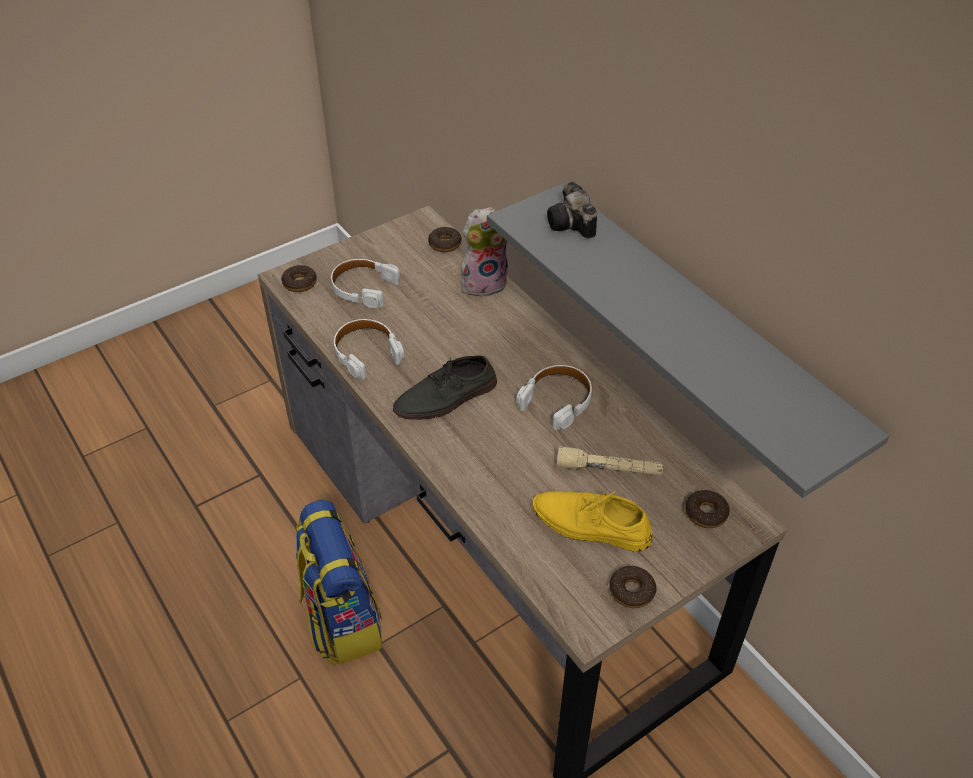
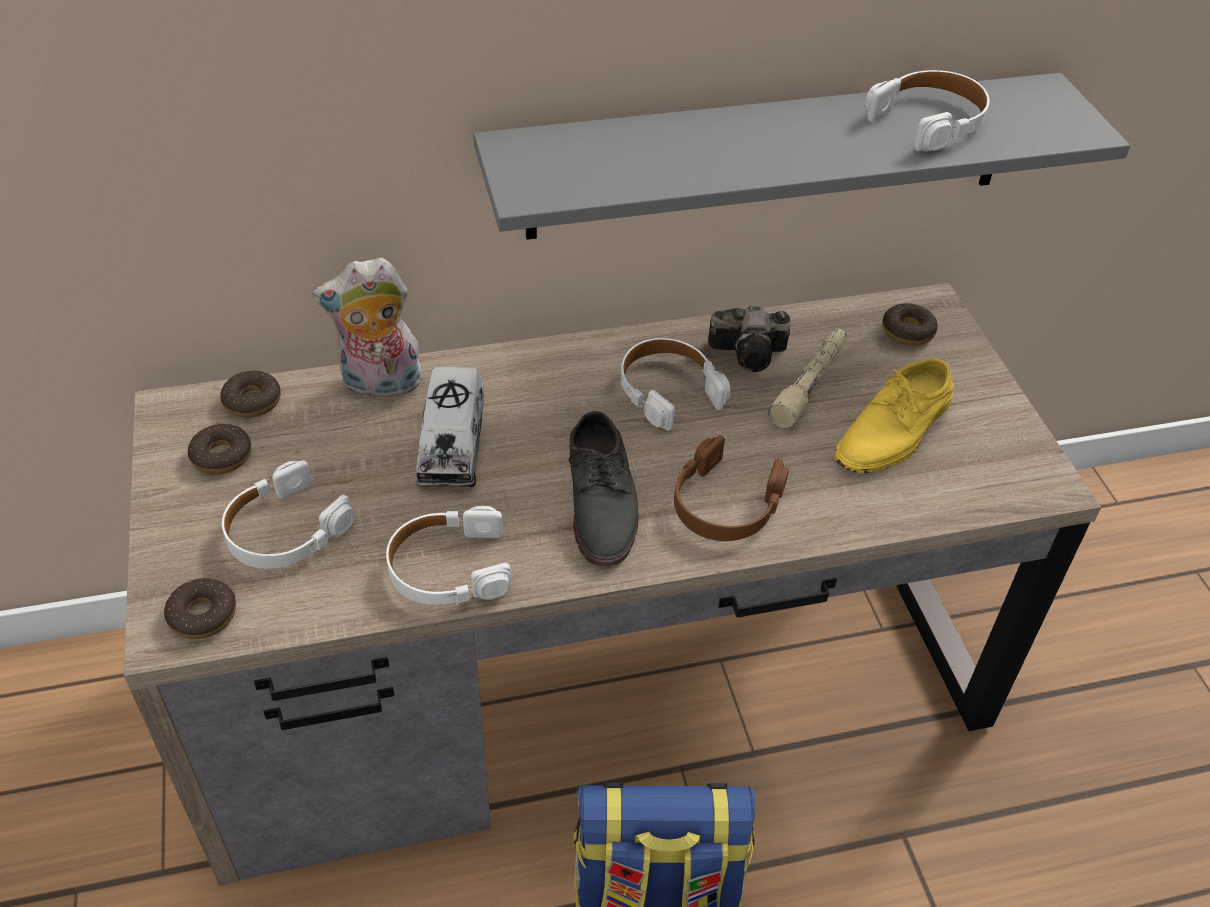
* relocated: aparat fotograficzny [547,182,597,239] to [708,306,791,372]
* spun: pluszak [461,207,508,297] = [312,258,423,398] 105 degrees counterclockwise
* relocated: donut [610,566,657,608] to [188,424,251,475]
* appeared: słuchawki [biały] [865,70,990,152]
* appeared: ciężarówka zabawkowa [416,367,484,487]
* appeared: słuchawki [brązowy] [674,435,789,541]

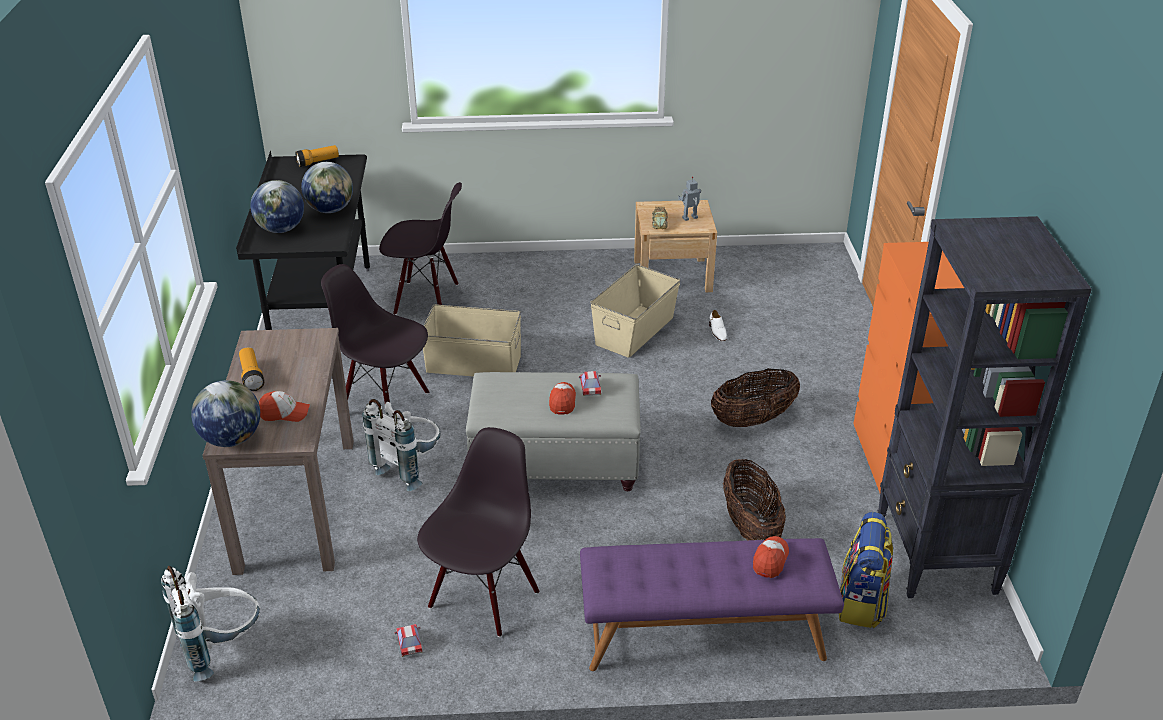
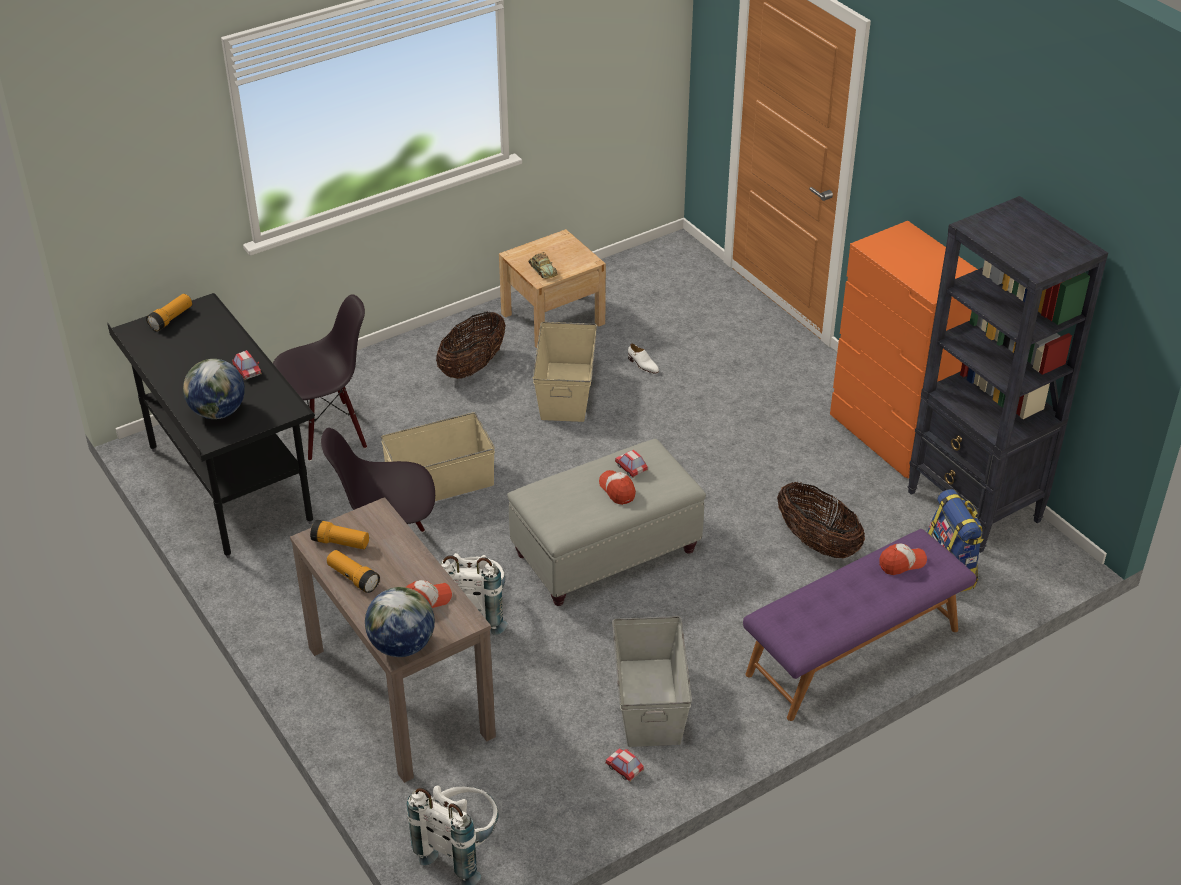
* exchanged: globus [301,162,353,213] to samochodzik [232,350,262,380]
* missing: robot zabawkowy [678,176,701,221]
* relocated: koszyk [711,368,800,427] to [436,311,506,379]
* exchanged: krzesło [czarny] [417,427,540,637] to pojemnik do przechowywania [szary] [612,616,692,747]
* spun: czapka z daszkiem [753,536,789,578] = [879,543,927,575] 75 degrees clockwise
* appeared: latarka [310,520,369,549]

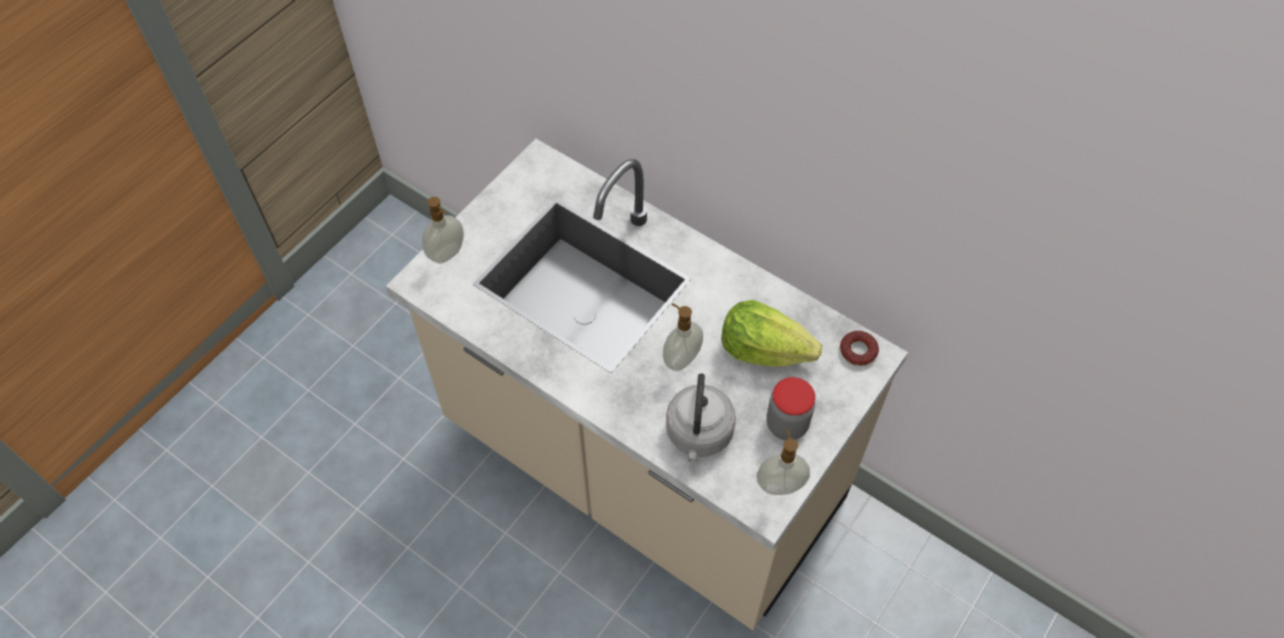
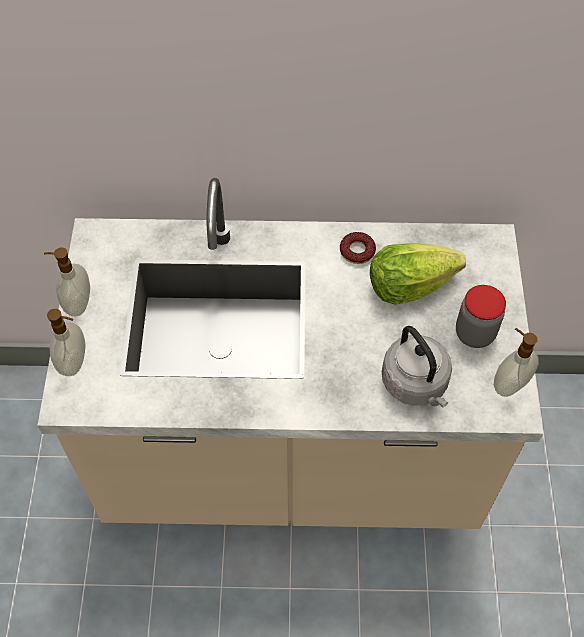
* relocated: dozownik mydła [663,303,703,371] to [44,248,90,316]
* relocated: donut [840,331,879,366] to [340,232,376,264]

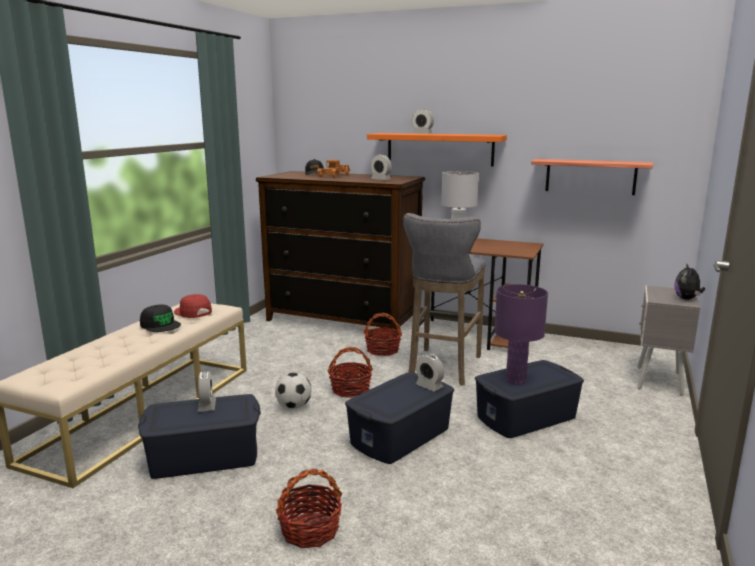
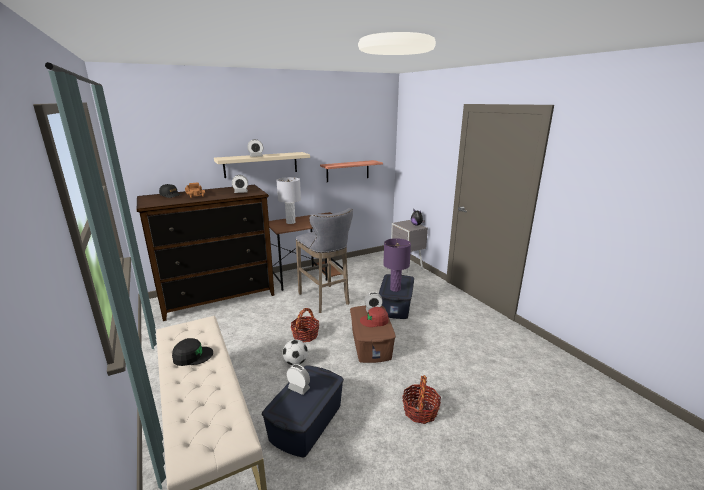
* colour: półka [pomarańczowy] [367,133,507,166] to półka [beżowy] [214,152,310,178]
* relocated: czapka z daszkiem [czerwony] [174,294,212,318] to [360,307,388,327]
* missing: koszyk [363,313,402,356]
* colour: pojemnik do przechowywania [niebieski] [345,372,454,464] to pojemnik do przechowywania [brązowy] [350,306,396,363]

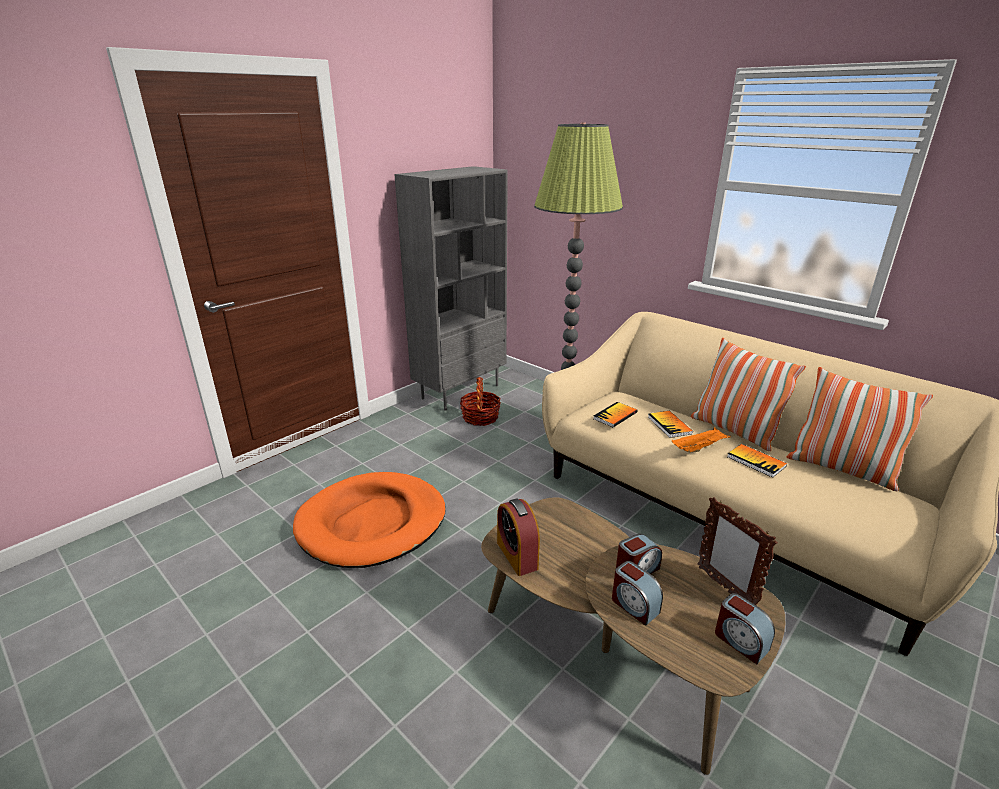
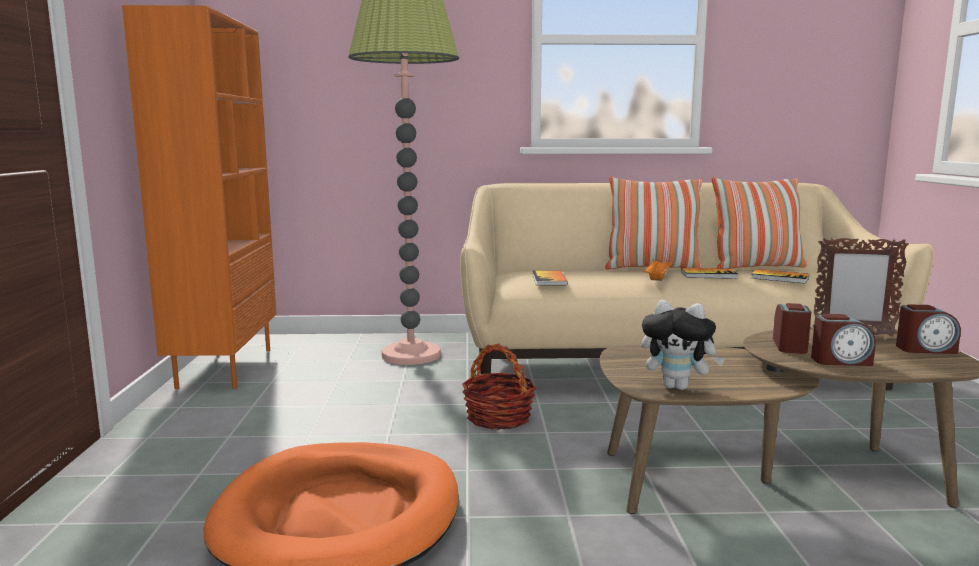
* colour: regał [szary] [394,166,508,410] to regał [pomarańczowy] [122,5,276,389]
* relocated: koszyk [460,377,501,426] to [462,343,536,430]
* relocated: książka [648,411,693,438] to [751,269,809,284]
* exchanged: budzik [497,498,540,576] to pluszak [641,300,725,390]

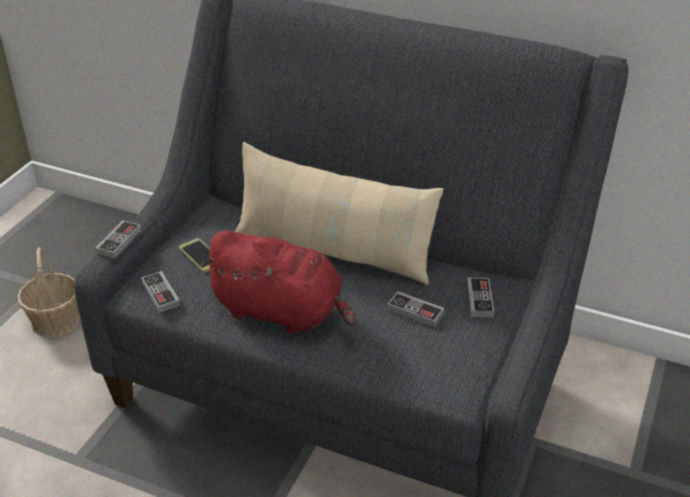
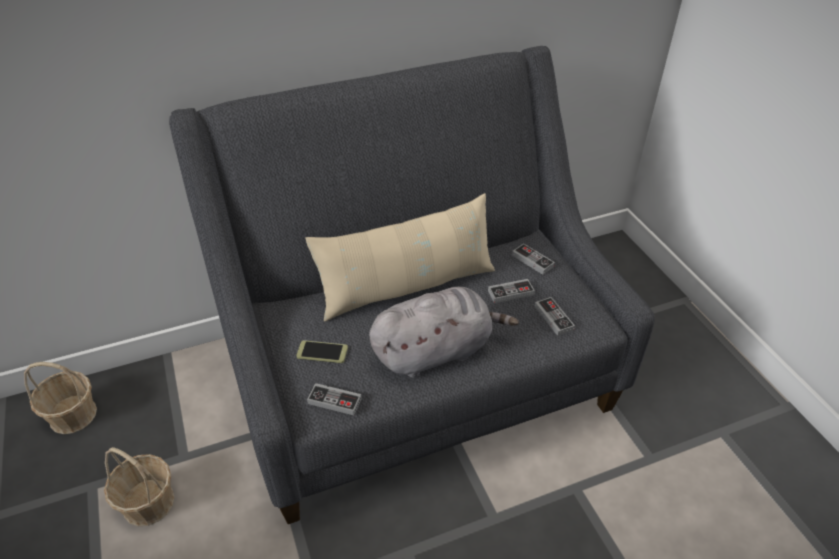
* relocated: pad do gier [95,220,141,258] to [535,297,575,336]
* colour: pluszak [czerwony] [201,231,357,334] to pluszak [szary] [369,287,519,378]
* appeared: koszyk [24,362,97,434]

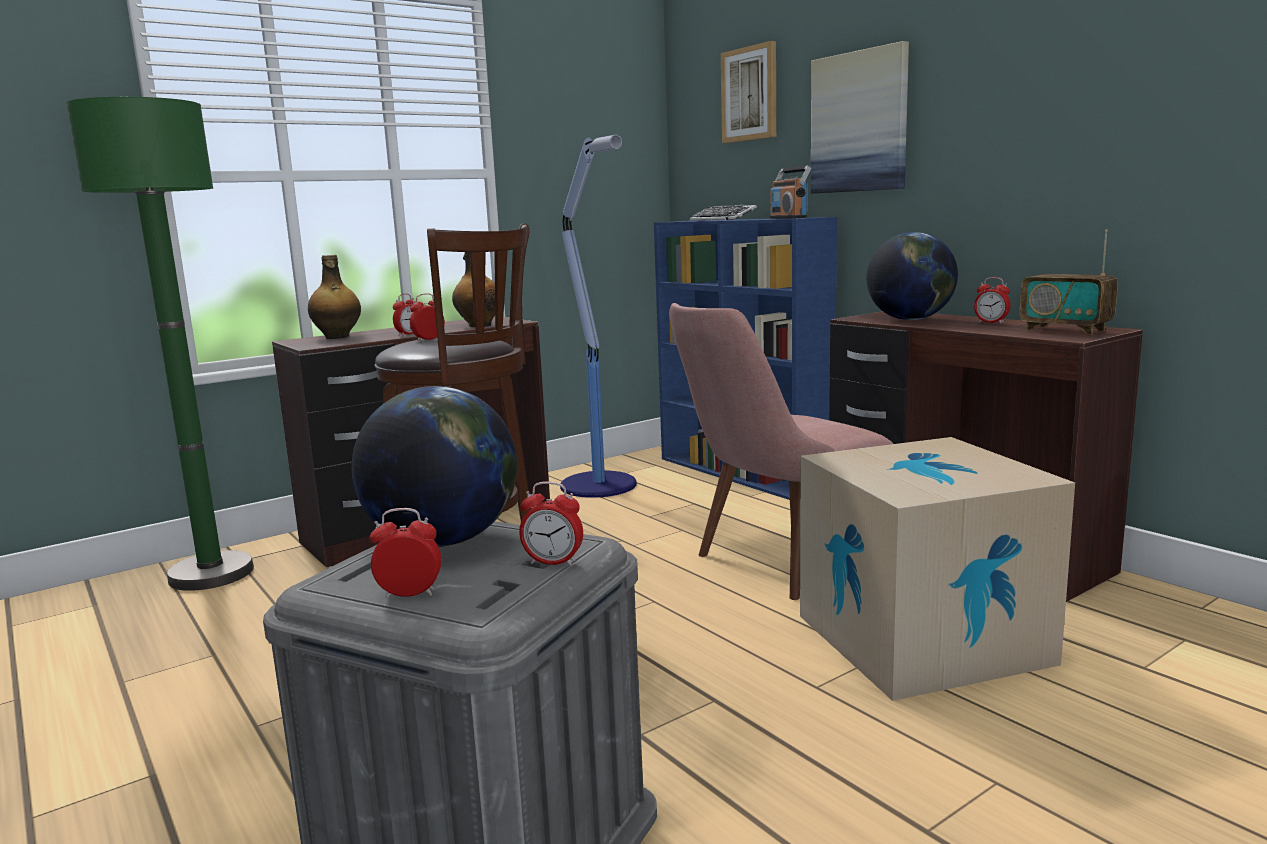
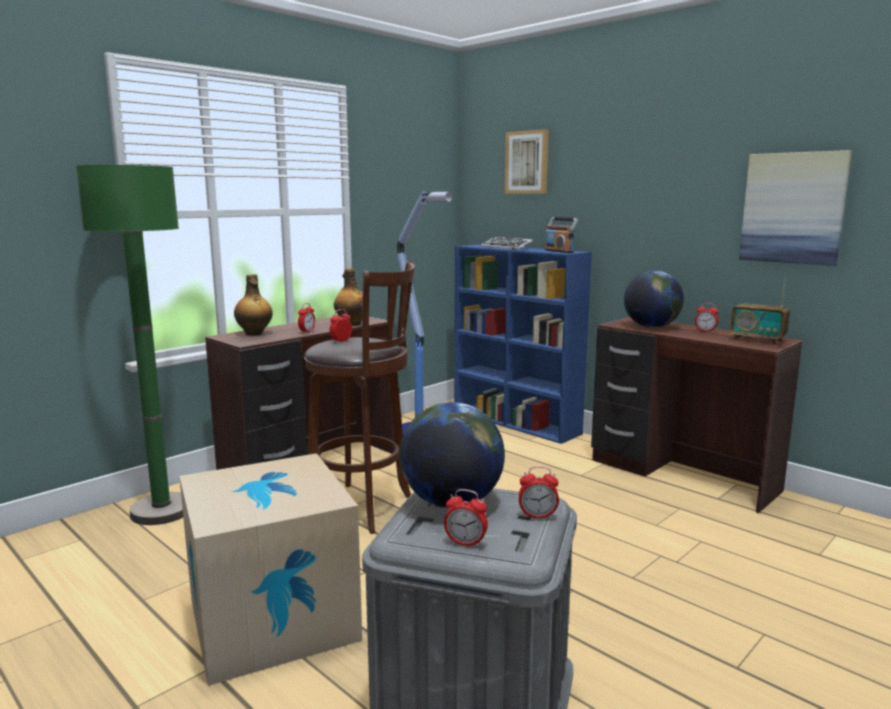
* relocated: obraz [811,41,909,194] to [739,150,852,266]
* missing: krzesło [różowy] [669,303,893,600]
* relocated: karton [800,437,1075,701] to [179,453,362,686]
* spun: budzik [370,508,442,598] = [444,489,488,547] 150 degrees counterclockwise

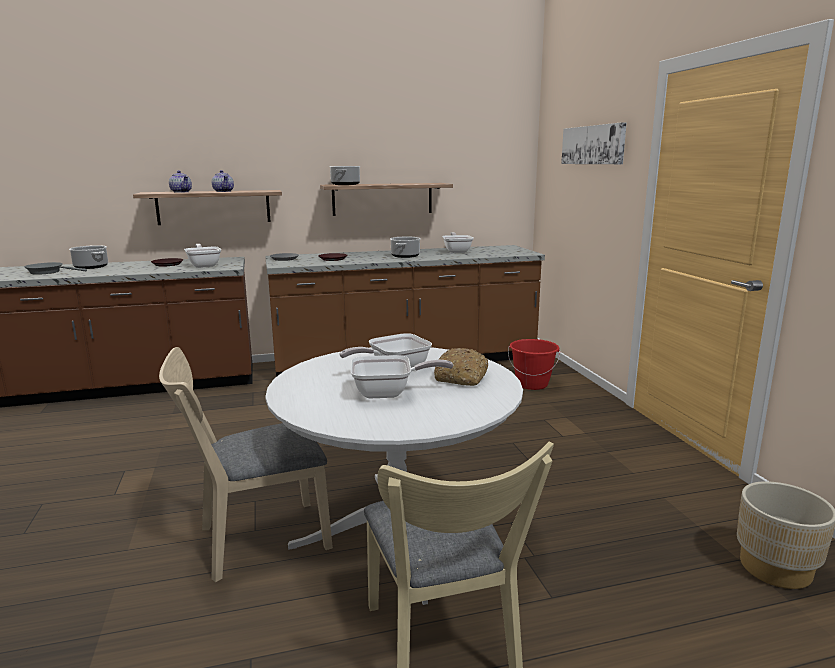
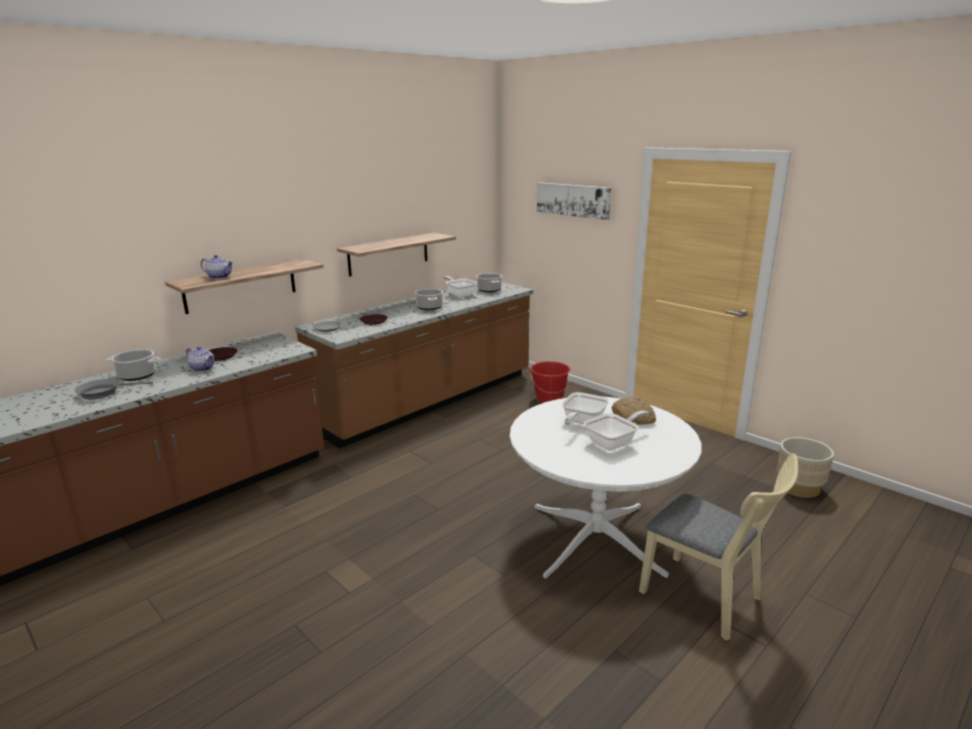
* relocated: garnek [329,166,360,185] to [476,273,502,293]
* relocated: imbryk [212,170,234,192] to [186,346,214,372]
* missing: patelnia [184,244,221,268]
* missing: krzesło [beżowy] [159,347,333,582]

